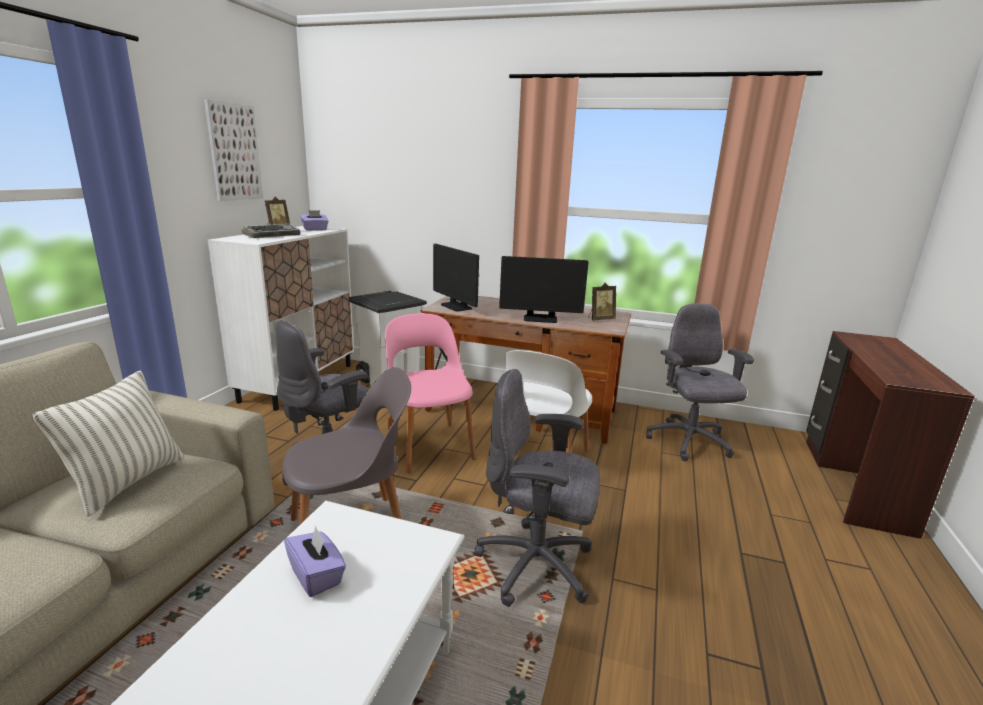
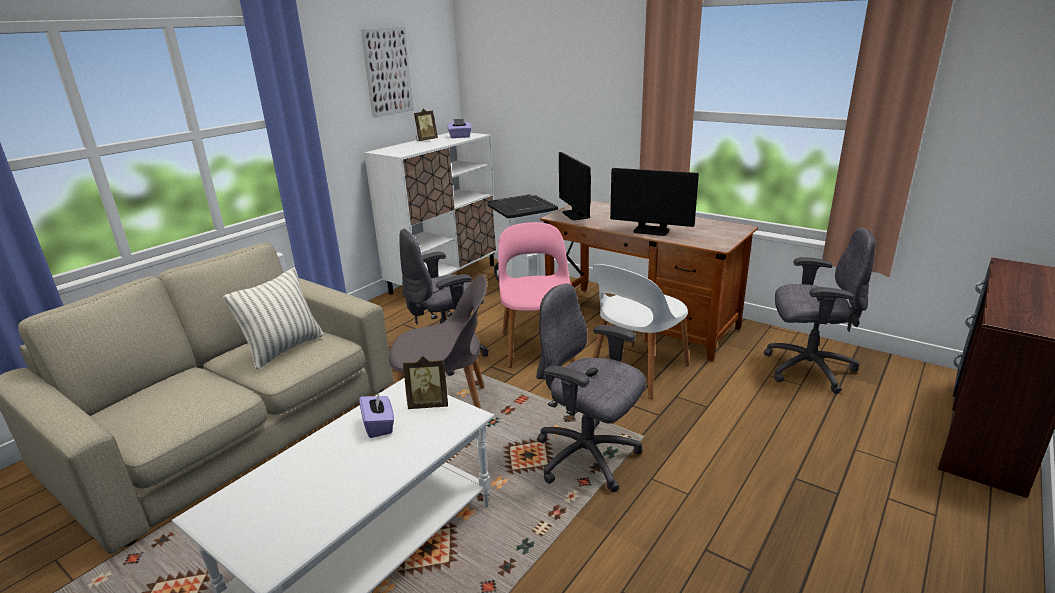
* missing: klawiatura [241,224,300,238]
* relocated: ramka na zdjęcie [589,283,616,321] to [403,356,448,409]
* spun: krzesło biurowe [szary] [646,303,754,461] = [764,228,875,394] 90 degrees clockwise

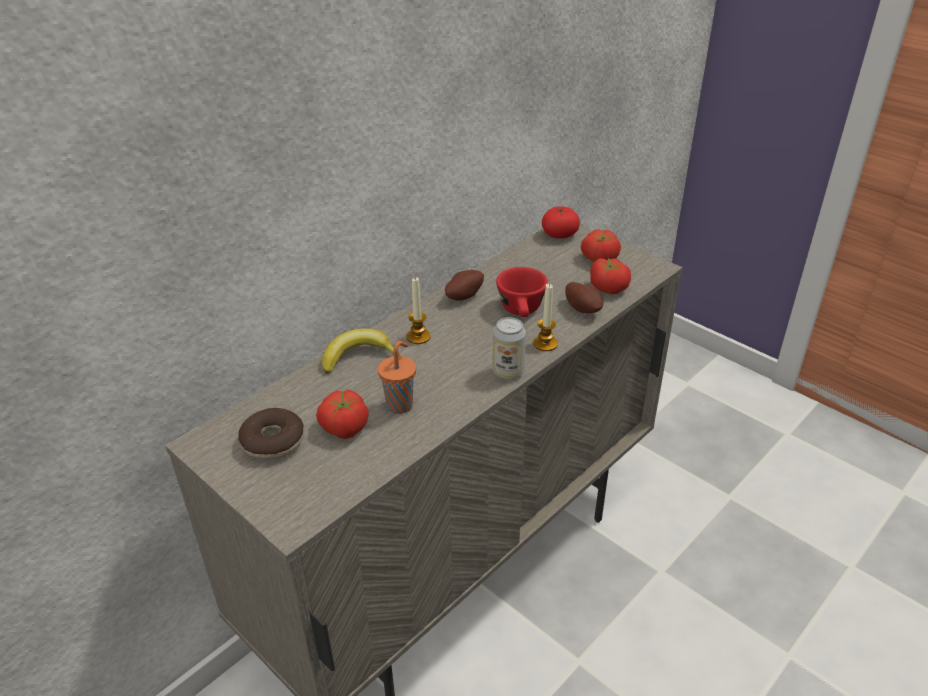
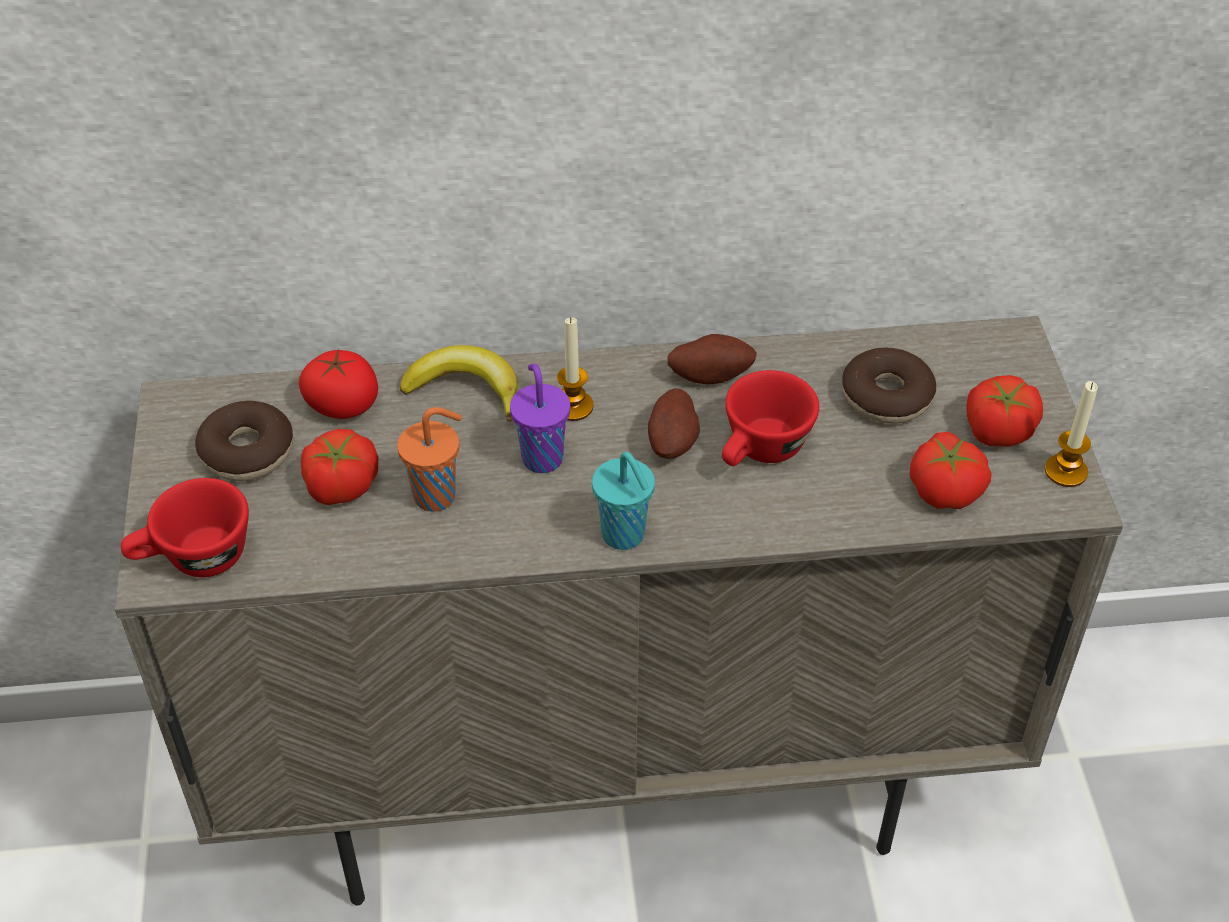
* relocated: pomidor [542,206,580,238] to [299,348,378,419]
* relocated: ziemniak [565,282,603,313] to [648,388,700,459]
* relocated: świeca [533,283,558,351] to [1045,381,1098,487]
* exchanged: puszka [493,317,526,380] to filiżanka [turkusowy] [592,452,655,550]
* appeared: donut [842,348,936,424]
* appeared: filiżanka [fioletowy] [510,364,570,473]
* appeared: filiżanka [czerwony] [121,478,249,577]

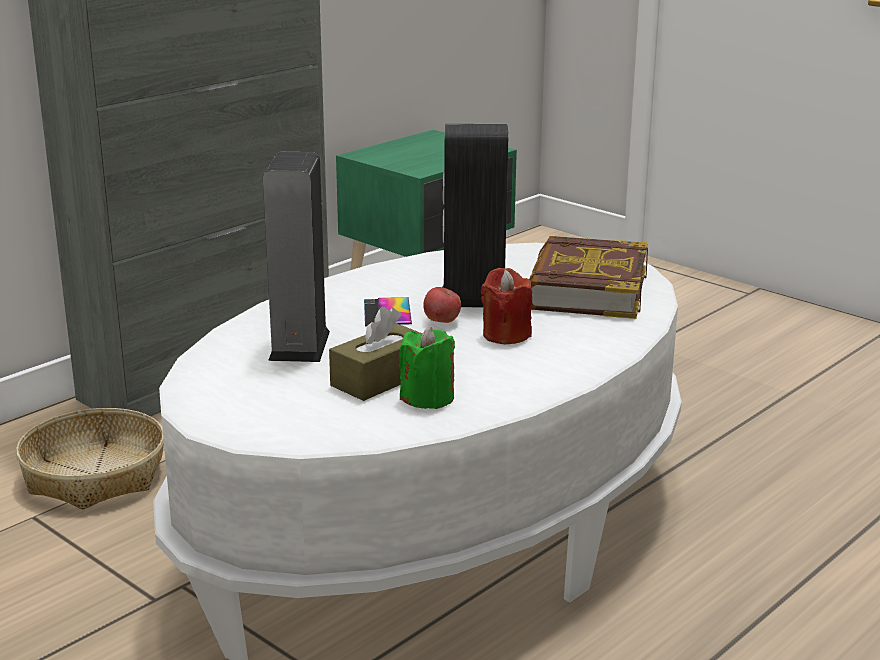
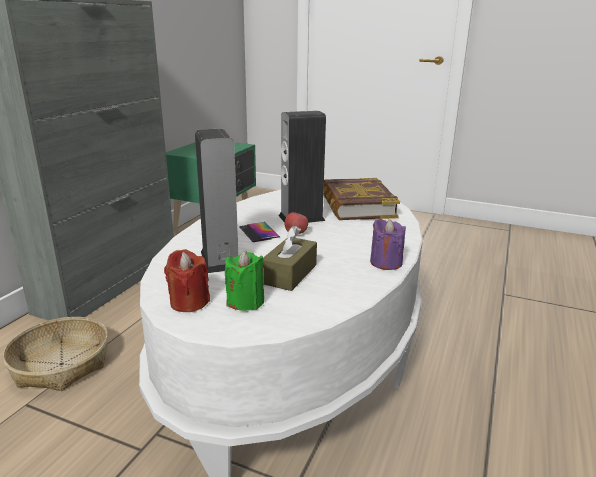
* relocated: świeca [czerwony] [481,268,532,344] to [164,249,210,312]
* relocated: świeca [zielony] [399,326,455,409] to [225,251,264,311]
* appeared: świeca [fioletowy] [370,219,406,270]

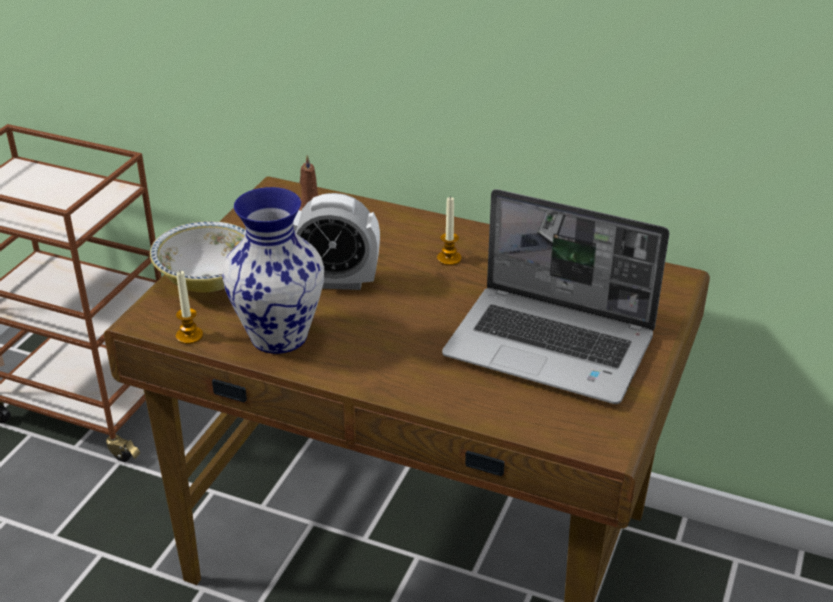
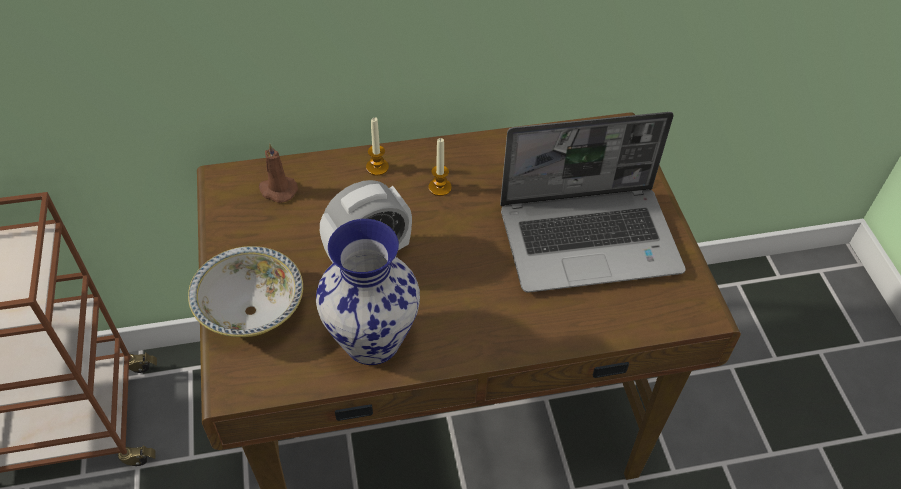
* relocated: świeca [176,271,203,344] to [366,117,389,176]

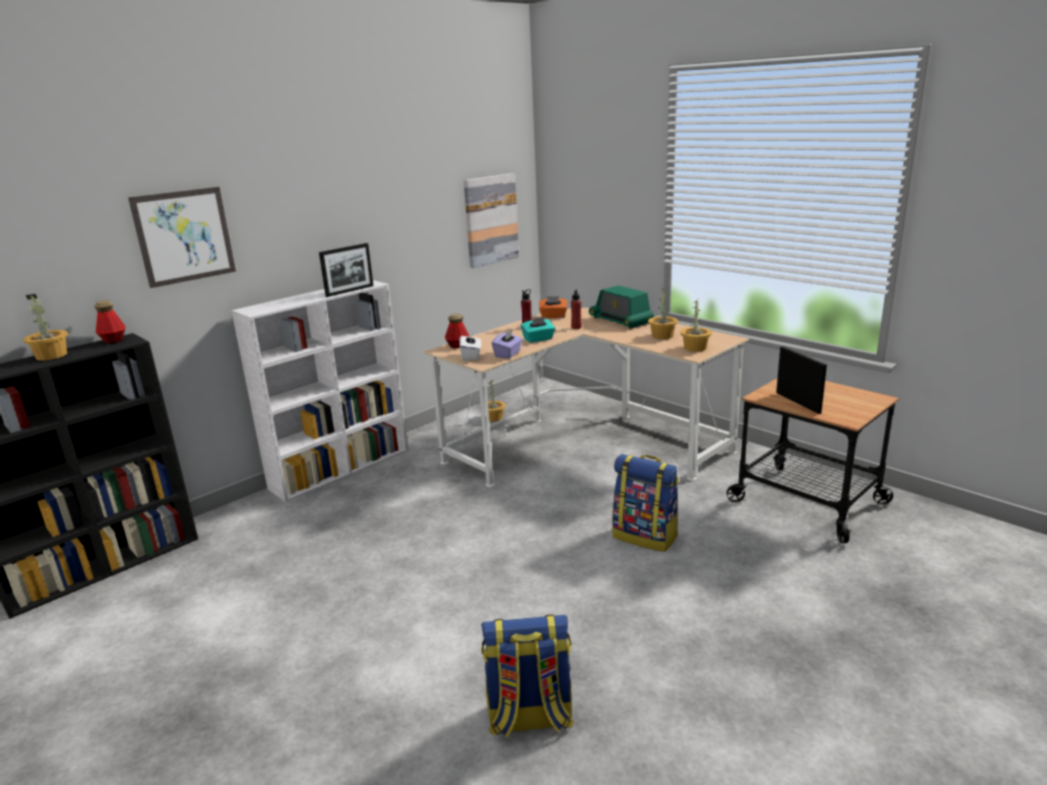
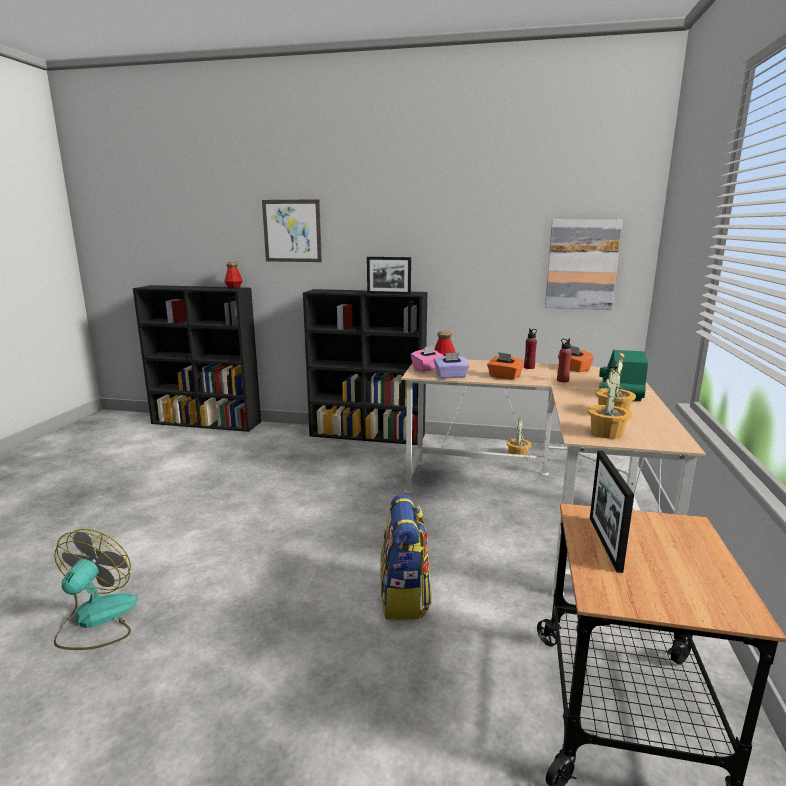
* colour: regał [biały] [231,280,408,502] to regał [czarny] [303,289,427,445]
* missing: roślina doniczkowa [23,294,68,360]
* colour: pudełko chusteczek [turkusowy] [521,317,555,343] to pudełko chusteczek [pomarańczowy] [487,352,524,380]
* colour: pudełko chusteczek [biały] [459,330,481,361] to pudełko chusteczek [różowy] [411,346,444,372]
* spun: ramka na zdjęcie [776,346,827,414] = [590,450,634,573] 150 degrees clockwise
* exchanged: plecak [481,614,574,737] to wentylator [54,529,137,650]

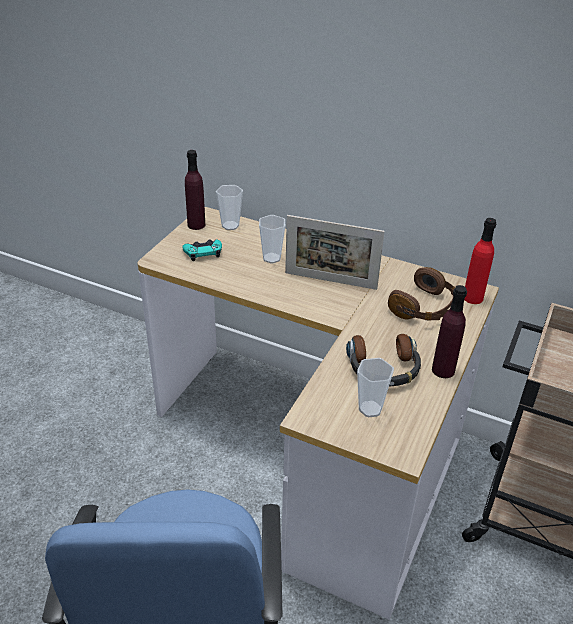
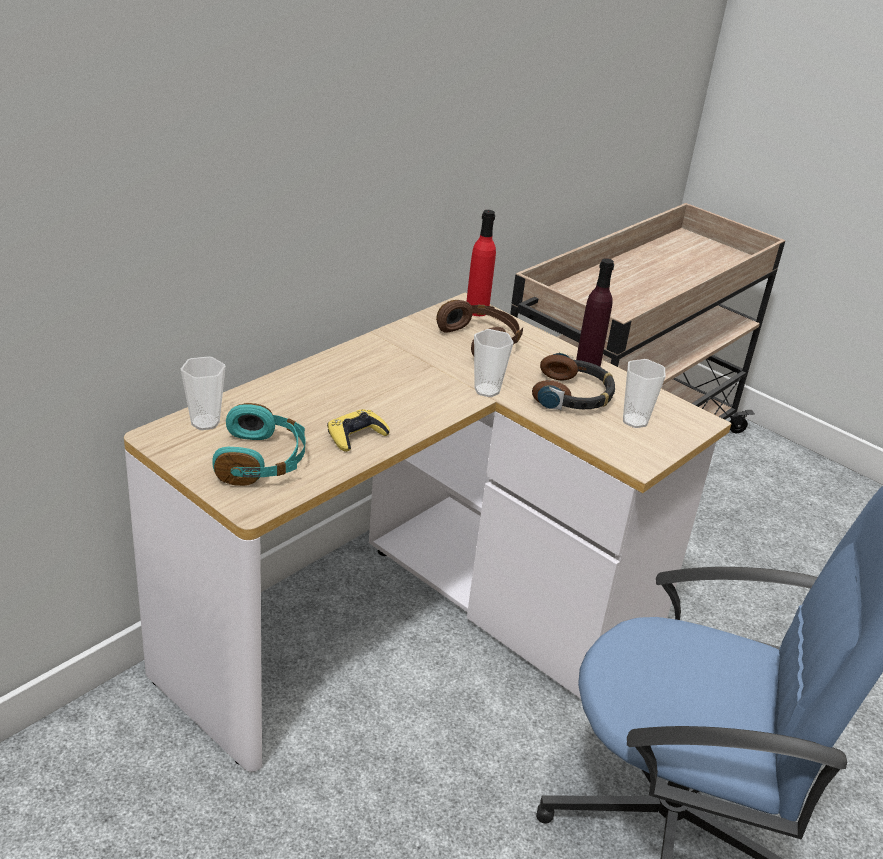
* missing: butelka [fioletowy] [185,150,205,230]
* relocated: filiżanka [259,215,285,264] to [474,329,514,397]
* missing: ramka na zdjęcie [285,215,385,290]
* exchanged: pad do gier [turkusowy] [182,239,222,261] to słuchawki [turkusowy] [213,403,306,486]
* appeared: pad do gier [żółty] [327,409,390,452]

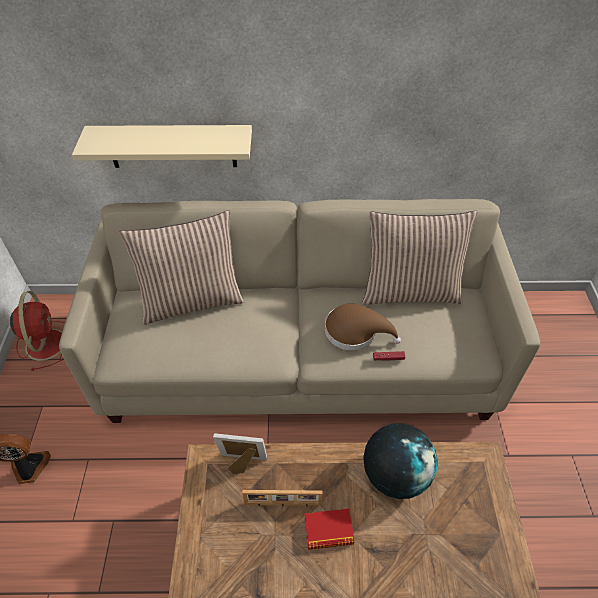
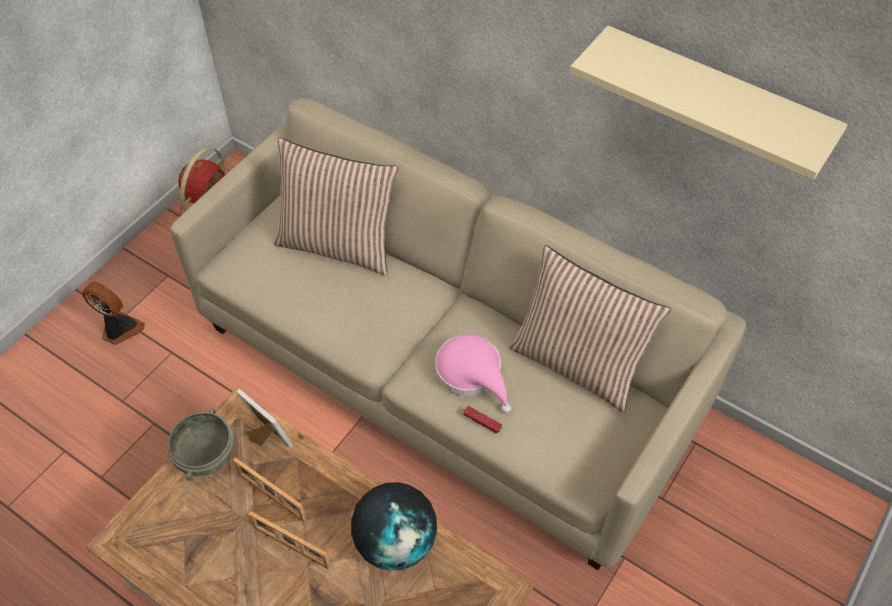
* relocated: półka [beżowy] [72,125,252,168] to [570,25,848,180]
* colour: kapelusz [brązowy] [325,303,401,351] to kapelusz [różowy] [435,334,511,413]
* exchanged: książka [304,509,354,550] to ramka na zdjęcie [248,511,330,569]
* appeared: miska [szary] [168,408,235,481]

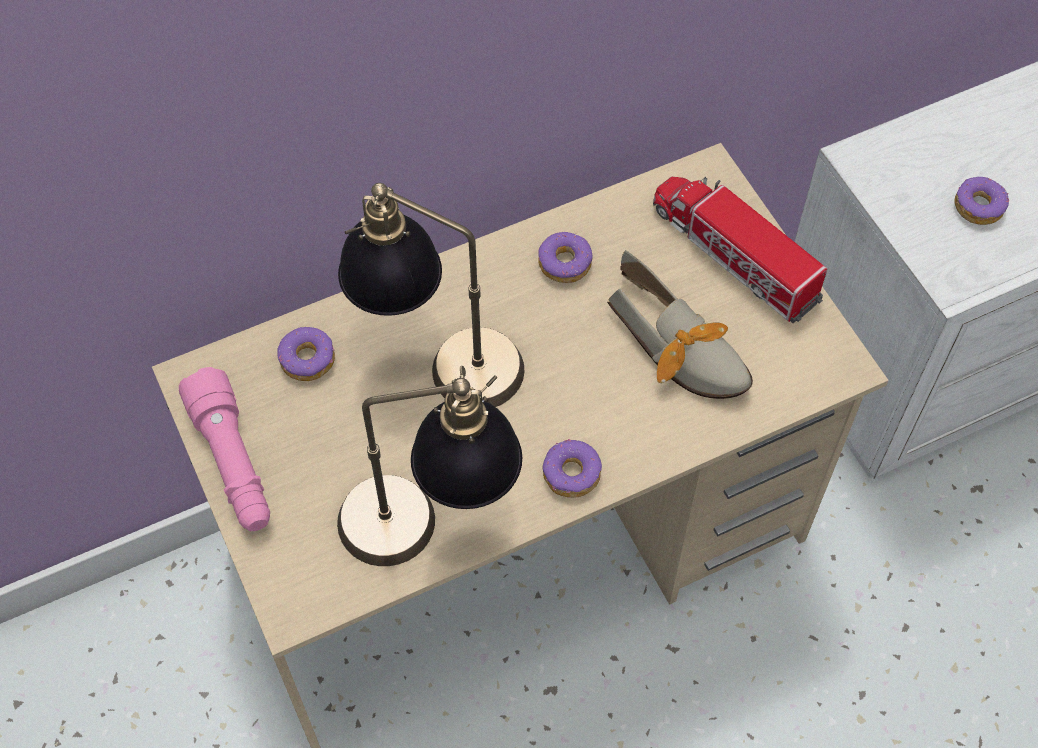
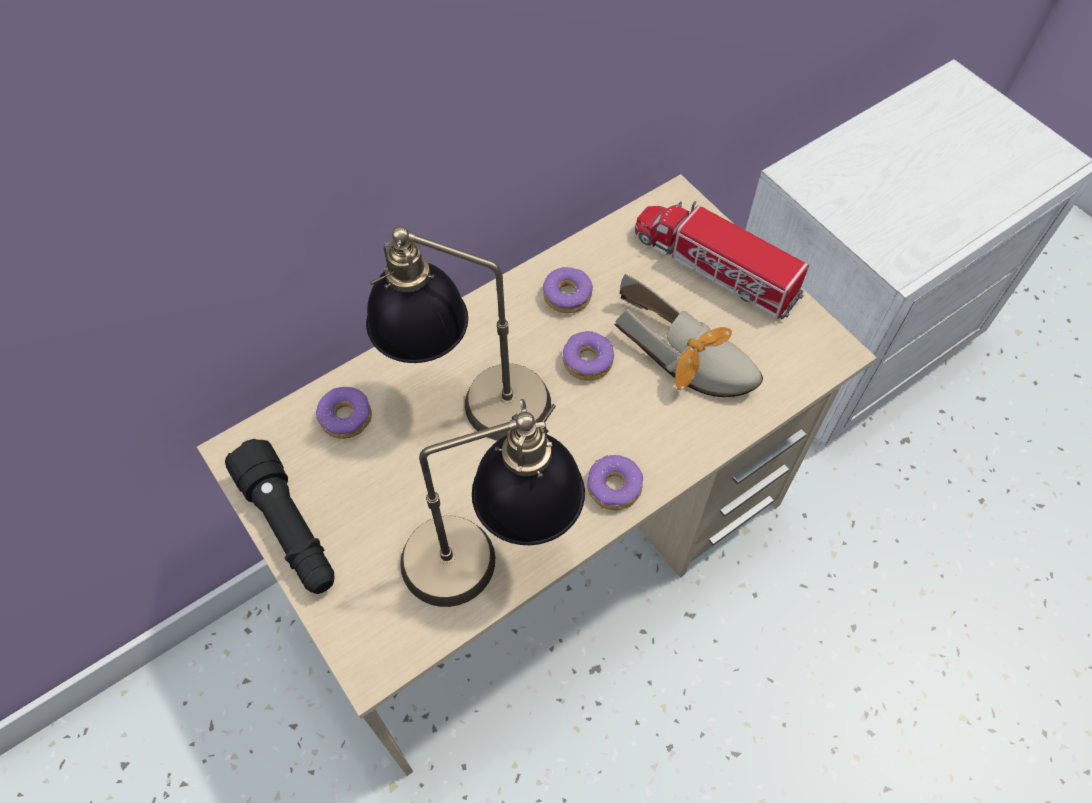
* relocated: donut [954,177,1009,225] to [563,331,614,381]
* colour: latarka [różowy] [179,367,270,531] to latarka [czarny] [225,439,334,594]

